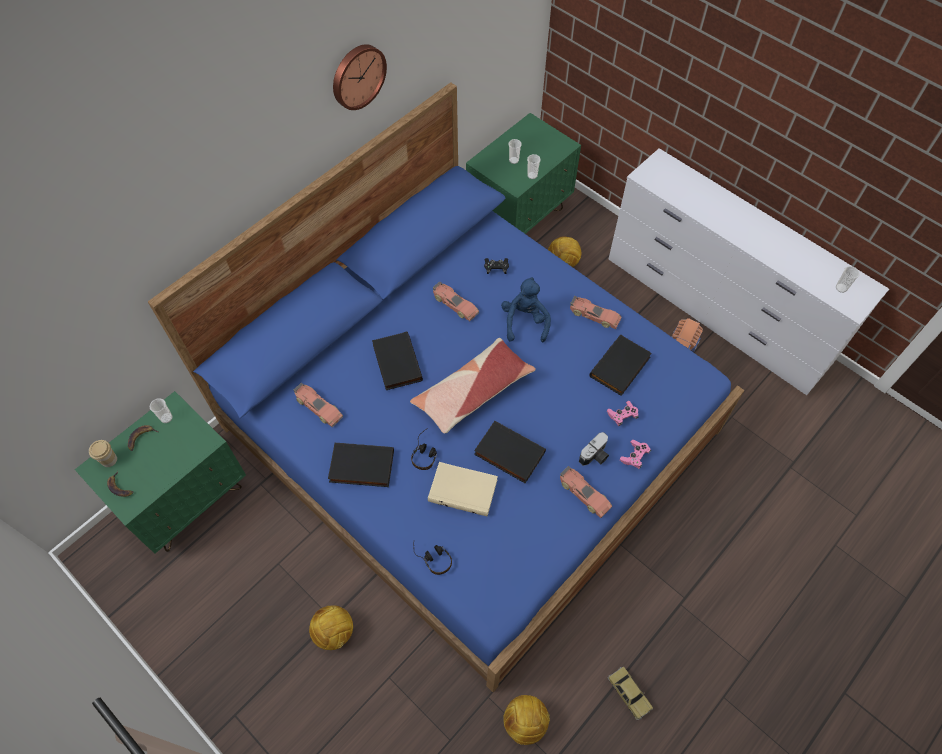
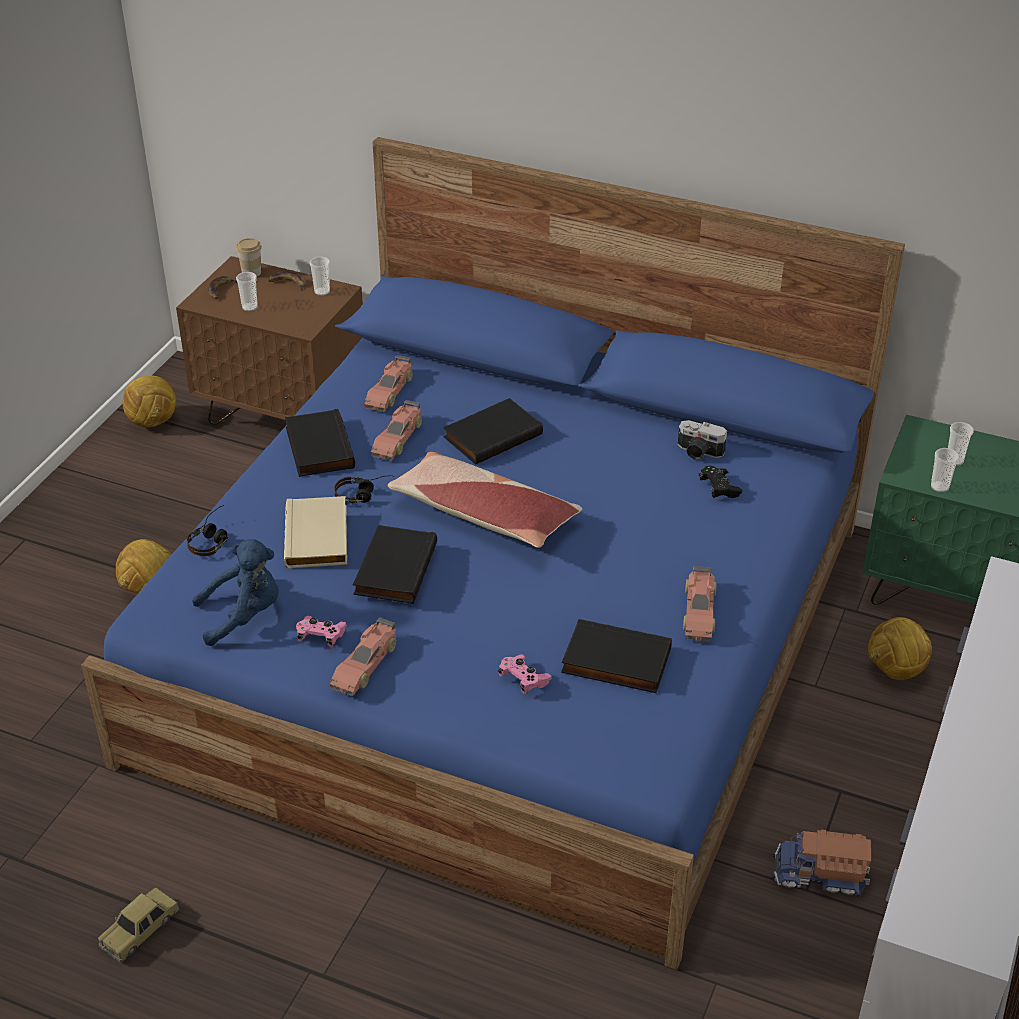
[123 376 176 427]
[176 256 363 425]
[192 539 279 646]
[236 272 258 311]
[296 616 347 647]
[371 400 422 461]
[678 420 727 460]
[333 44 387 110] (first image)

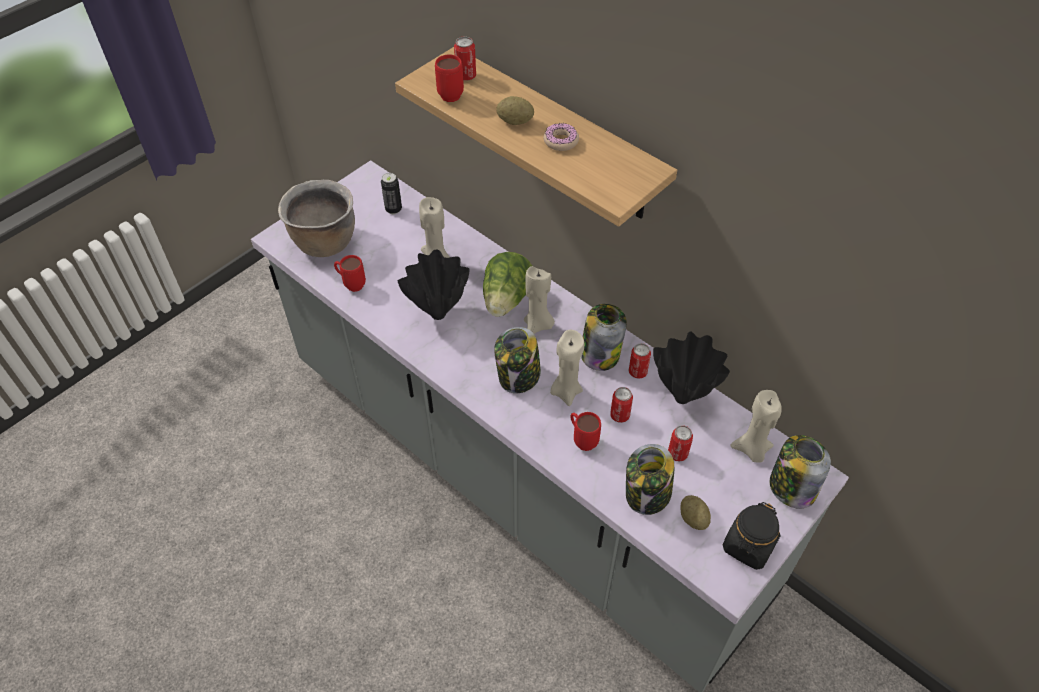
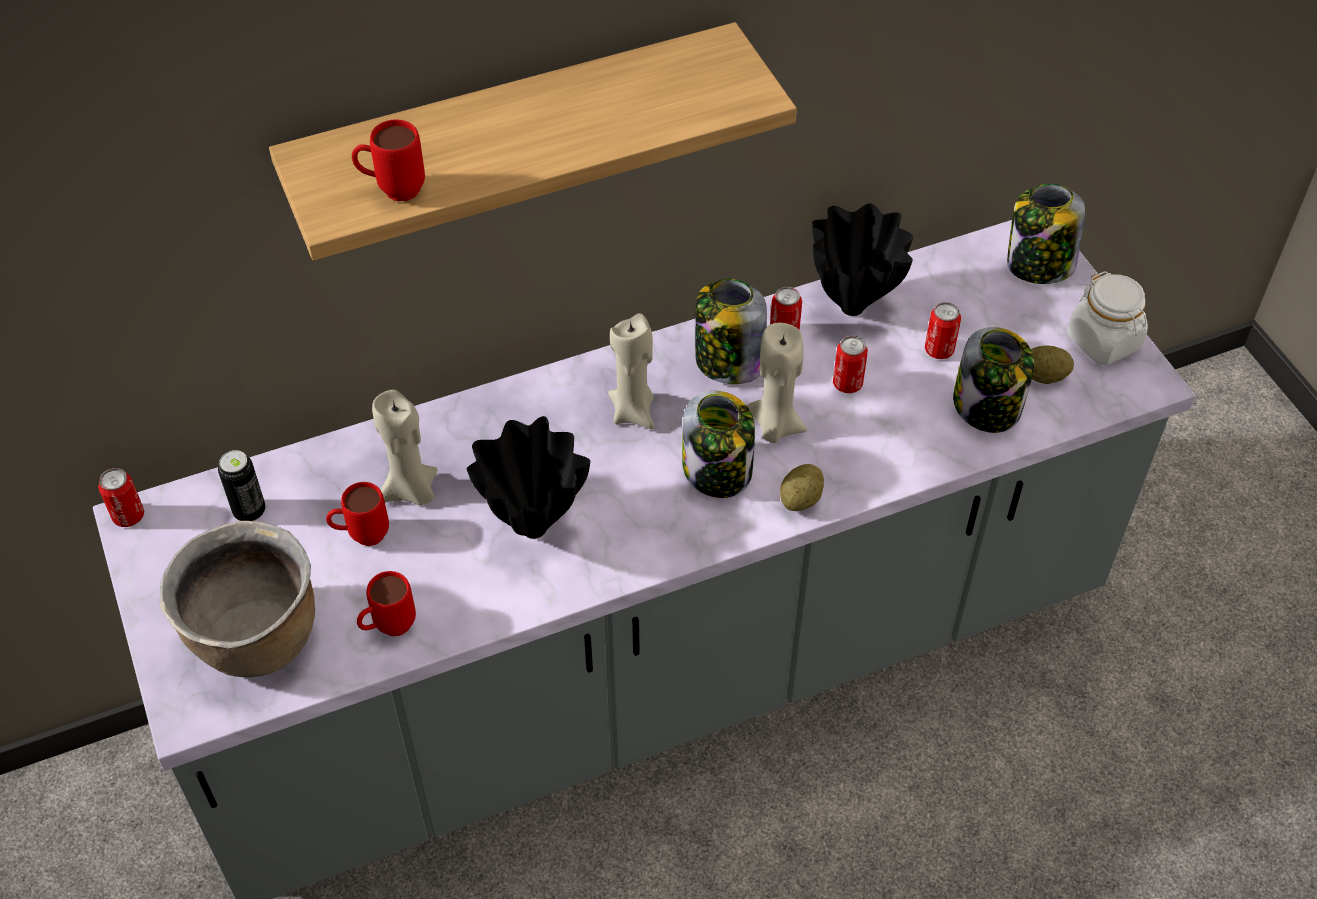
[98 468 144 527]
[326 482 389 546]
[780 464 824 511]
[1068 271 1148 365]
[483 252 532 317] (first image)
[544 123 579 151] (first image)
[730 390 782 463] (first image)

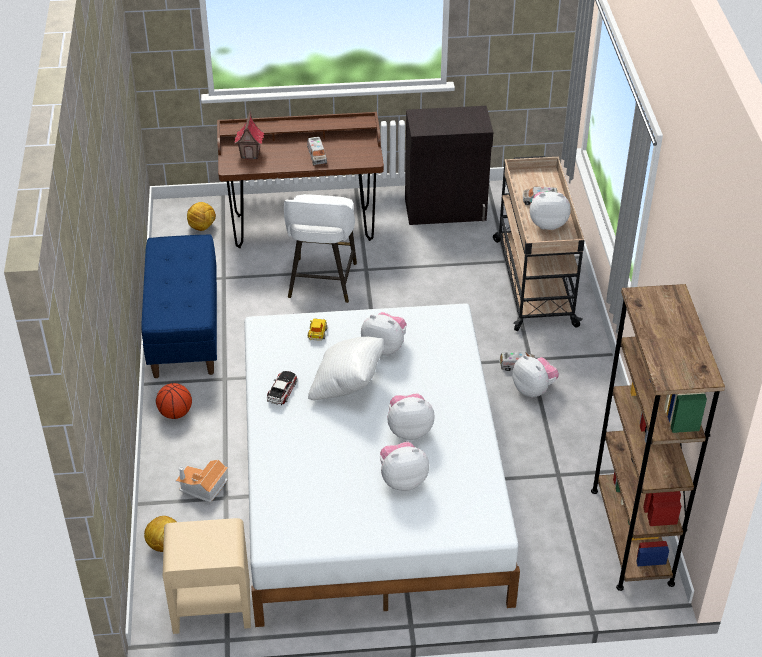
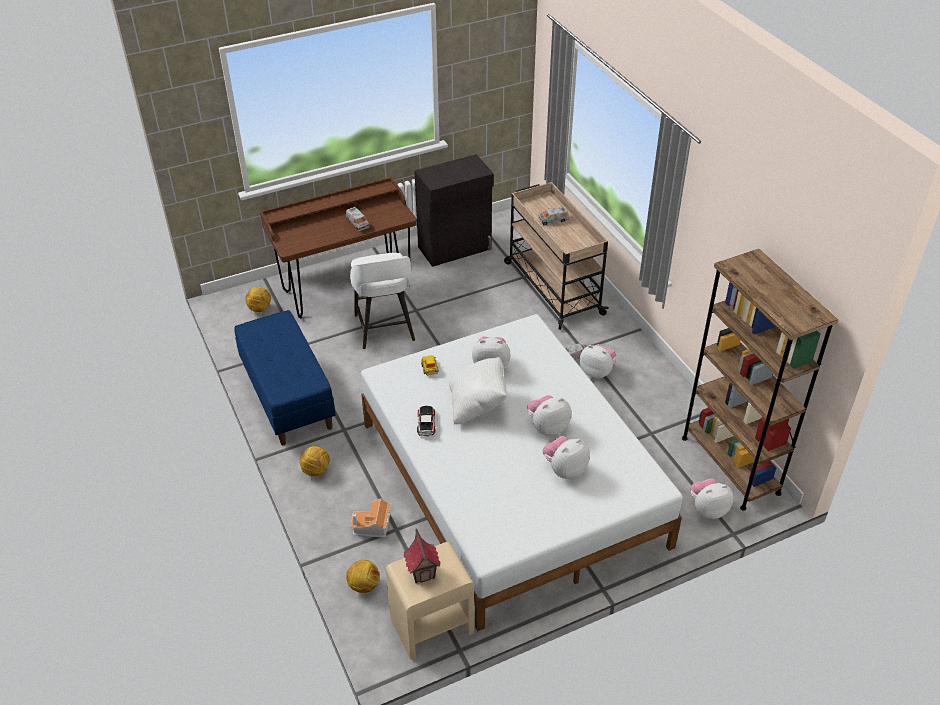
[300 446 330 476]
[403 528 441 583]
[690 478 734 519]

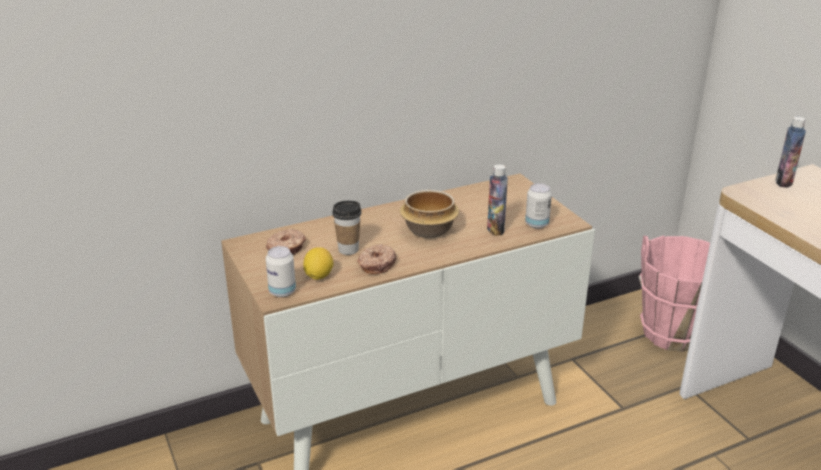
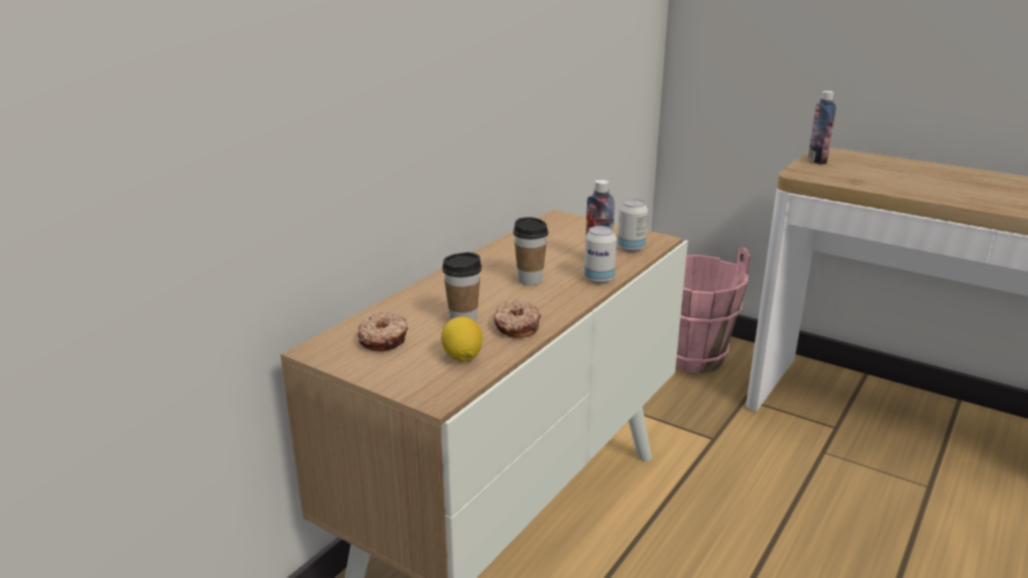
[513 217 548 285]
[584 226 617 284]

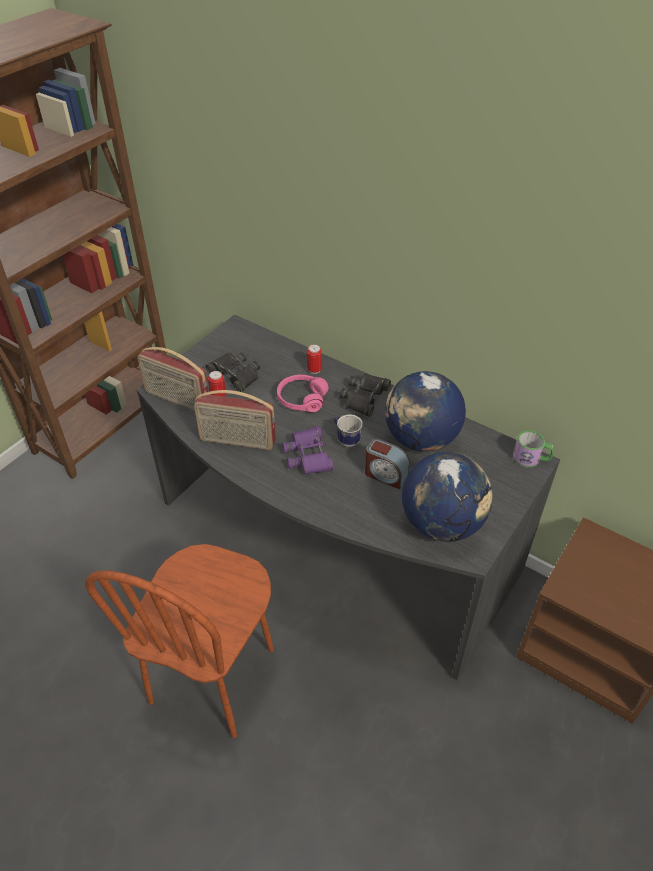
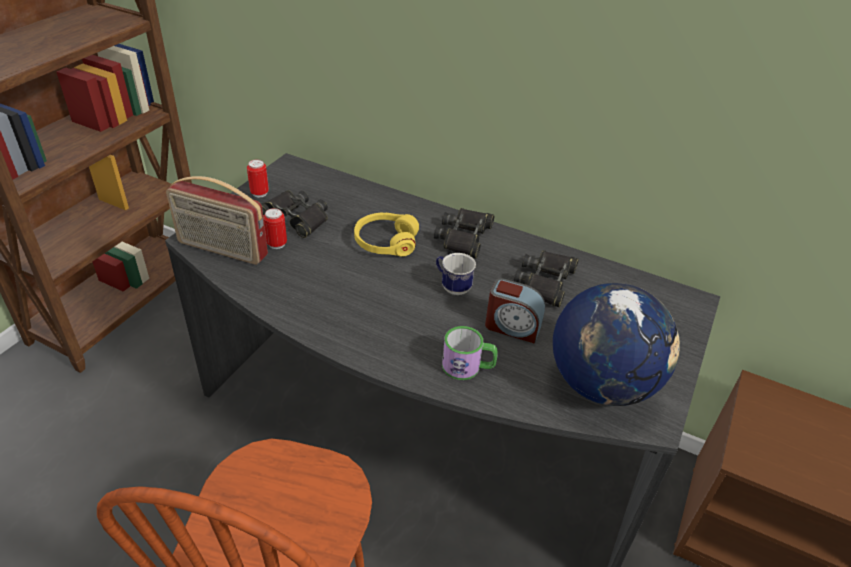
[247 159 269 197]
[354 213 419 257]
[442 326 498 380]
[514 250 579 308]
[194 390 276 450] (first image)
[282 426 334 474] (first image)

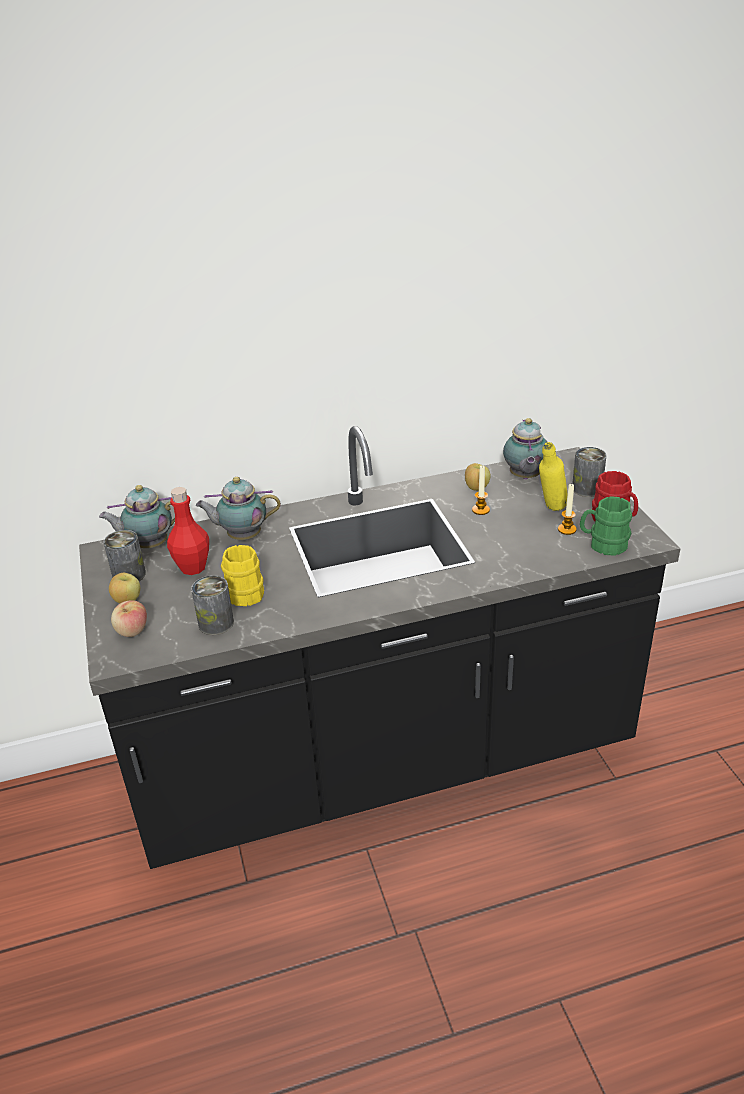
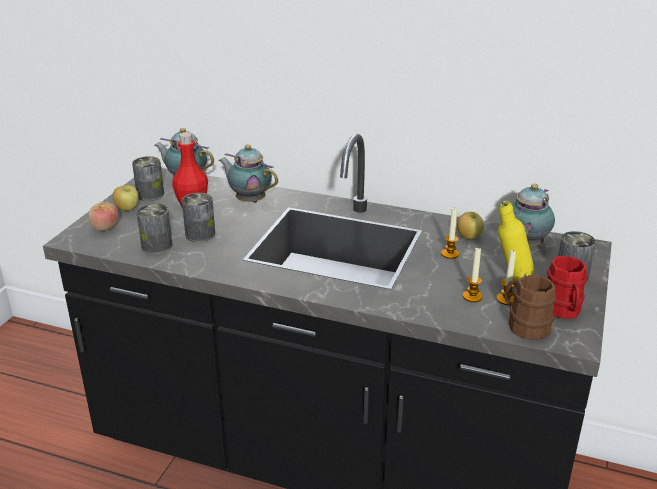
[182 193 215 242]
[463 248 483 302]
[504 275 556 340]

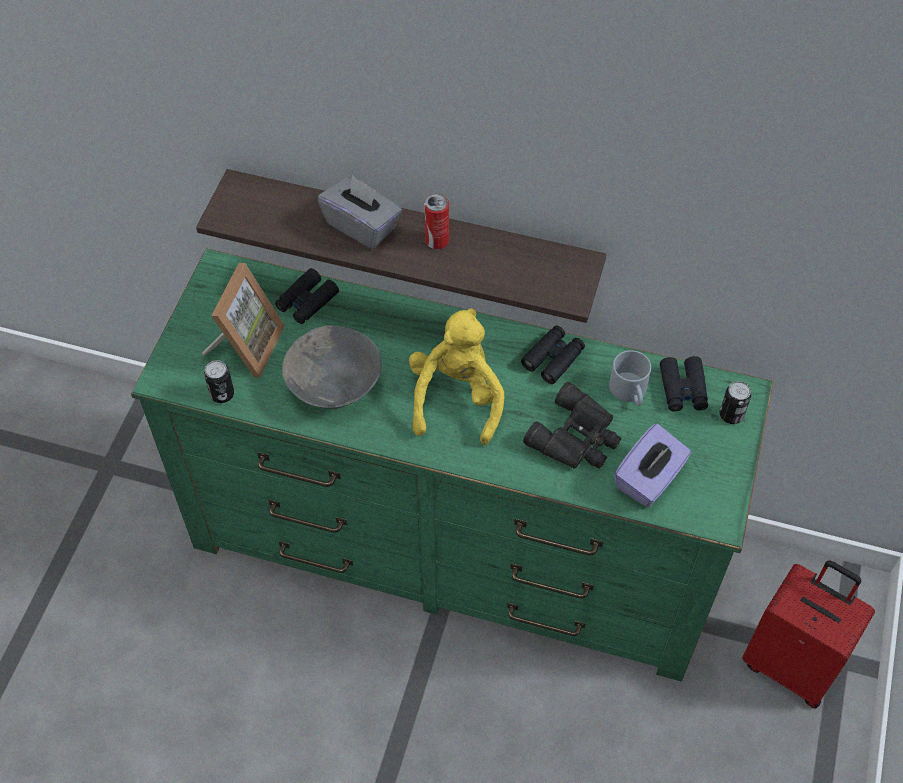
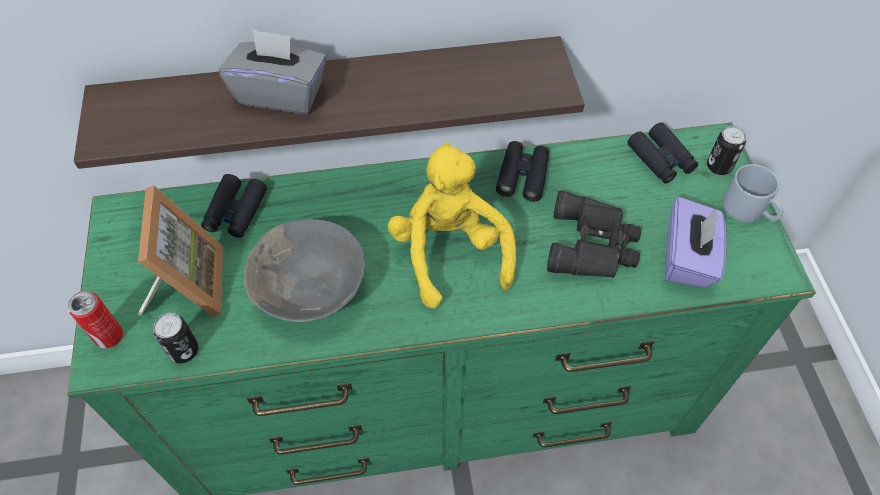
[68 291 123 348]
[722 164 783 222]
[742 560 875 708] (first image)

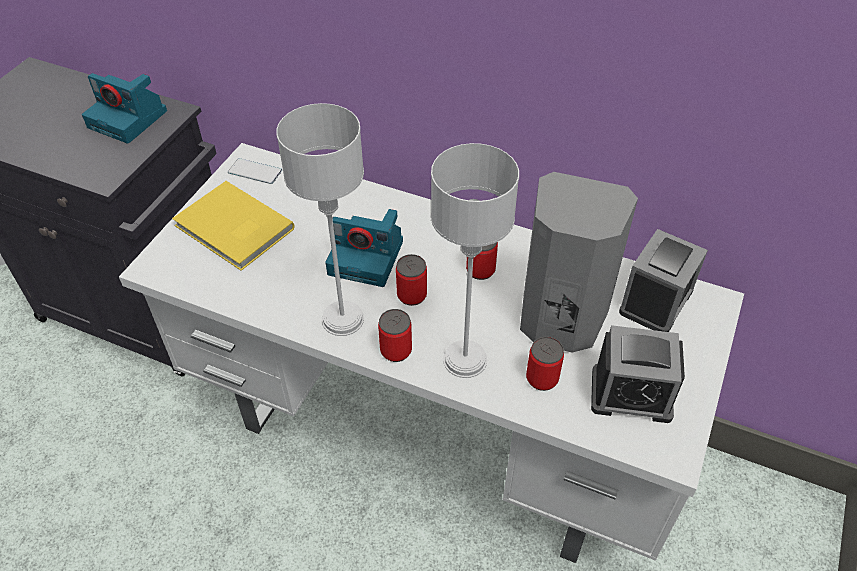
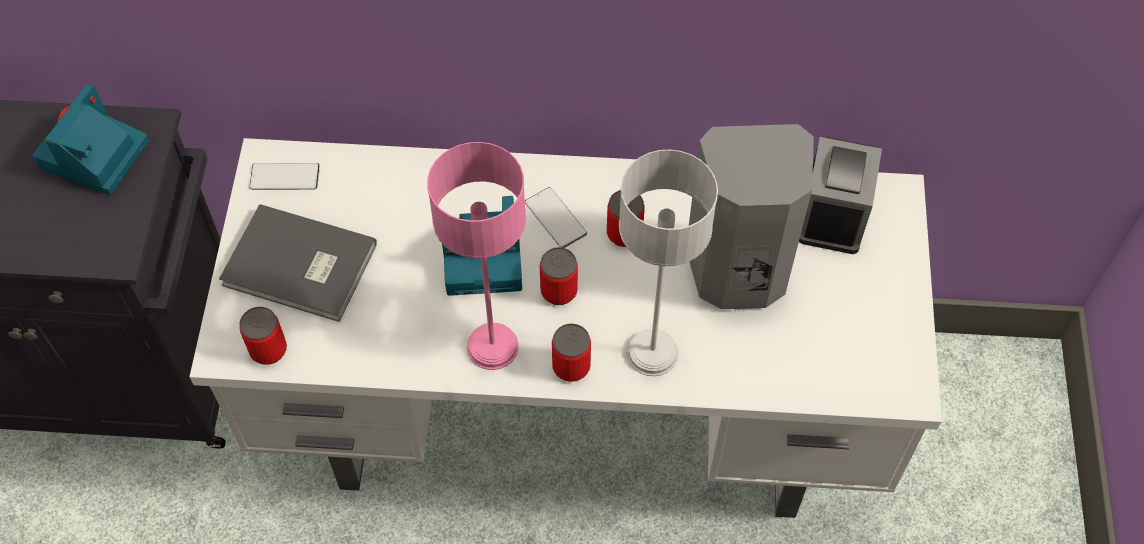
[33 84 149 195]
[219 204 377 322]
[239 307 287 365]
[427 142 526 370]
[525 187 587 248]
[591 325 685 423] (first image)

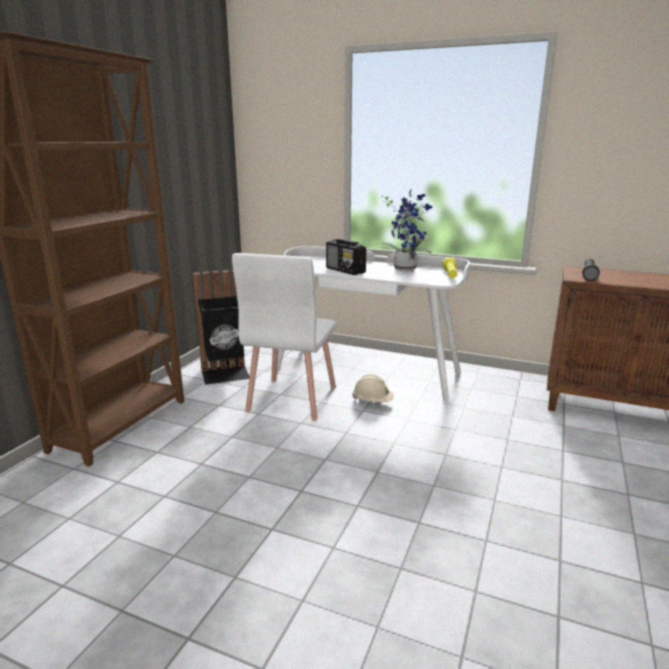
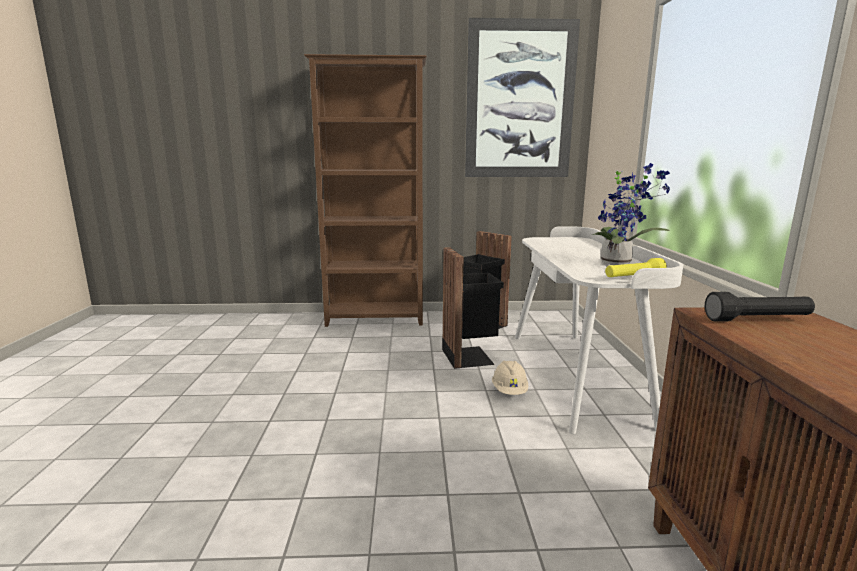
[442 247 504 369]
[465 18 580 177]
[326 239 366 275] (first image)

